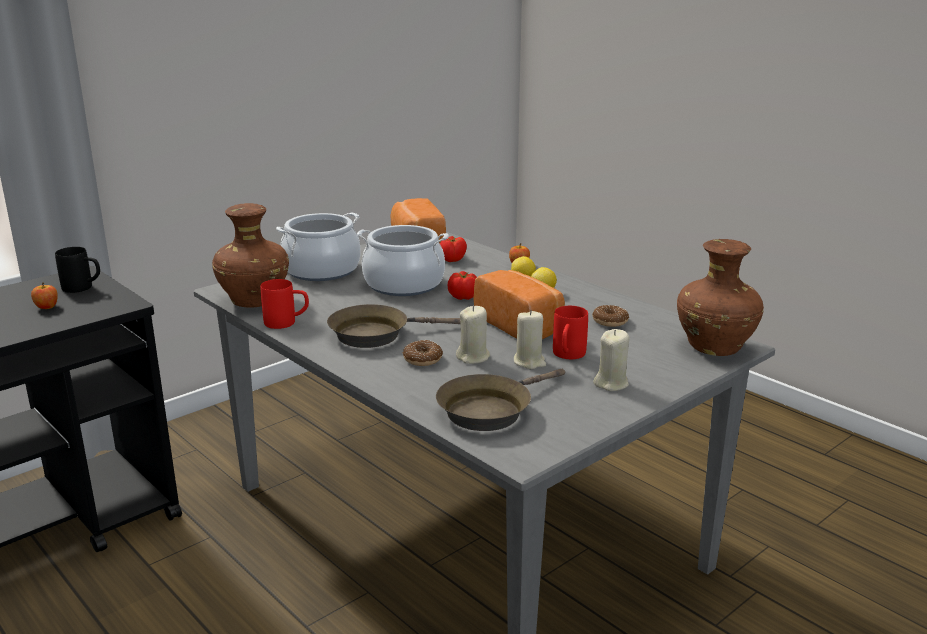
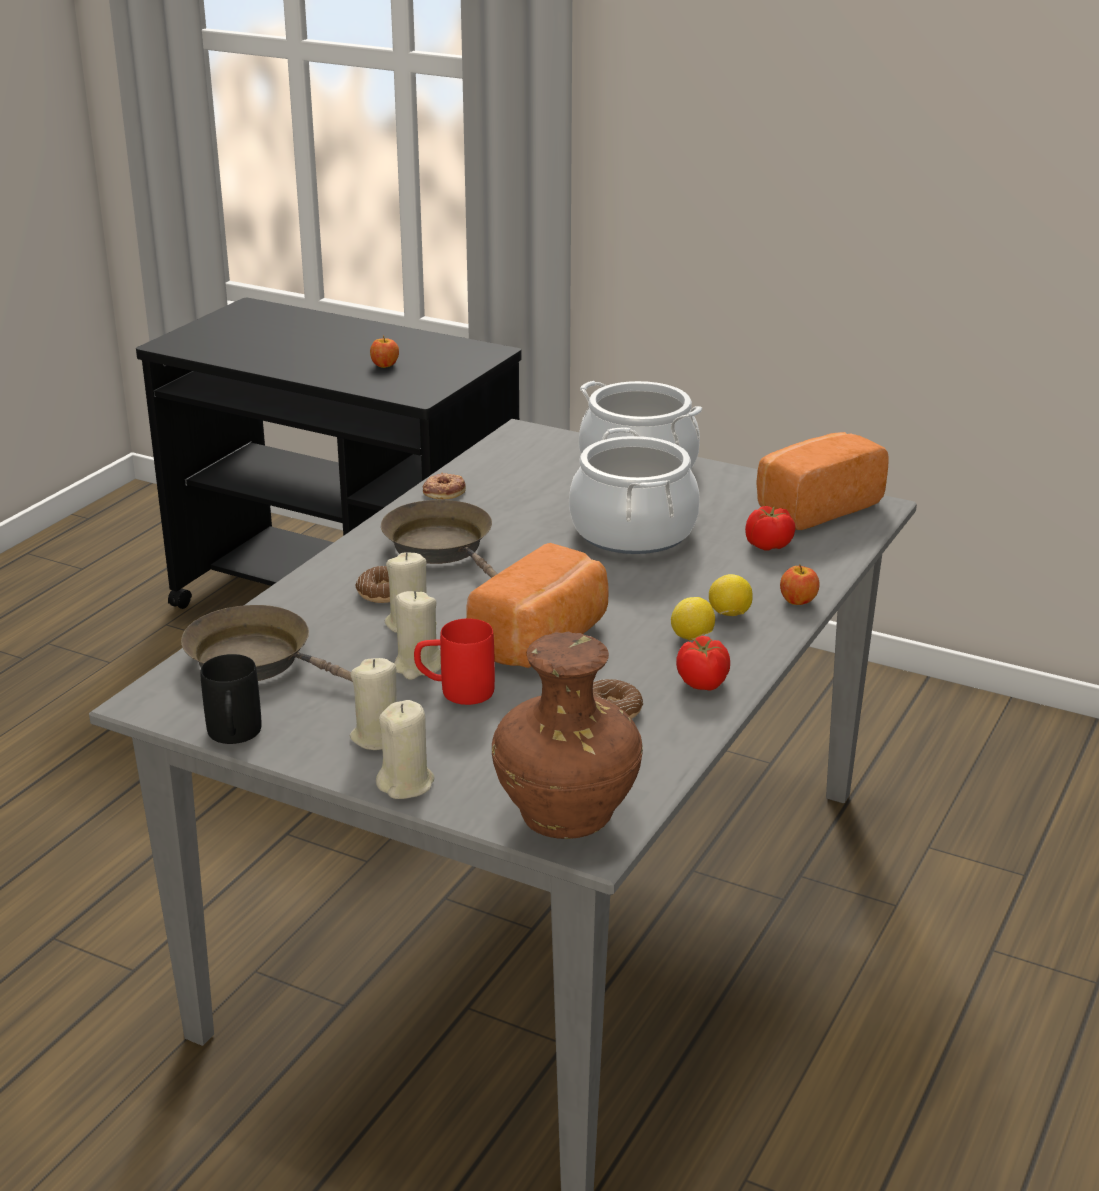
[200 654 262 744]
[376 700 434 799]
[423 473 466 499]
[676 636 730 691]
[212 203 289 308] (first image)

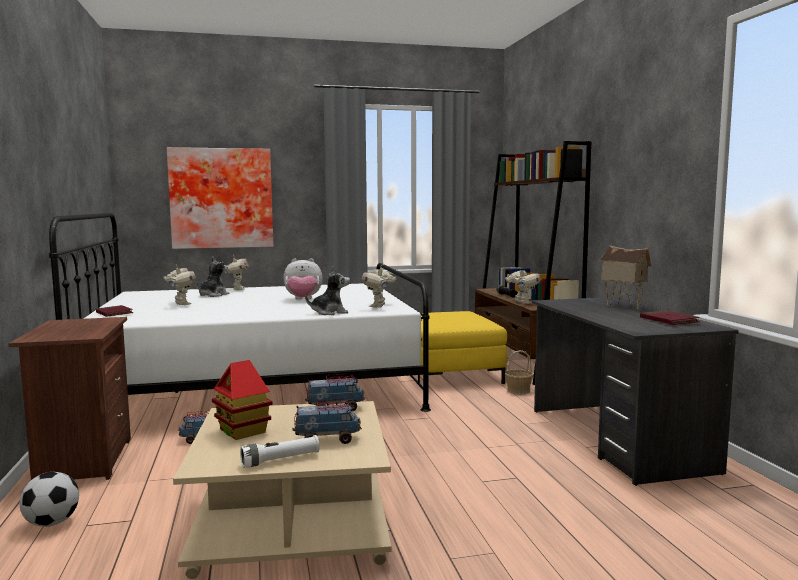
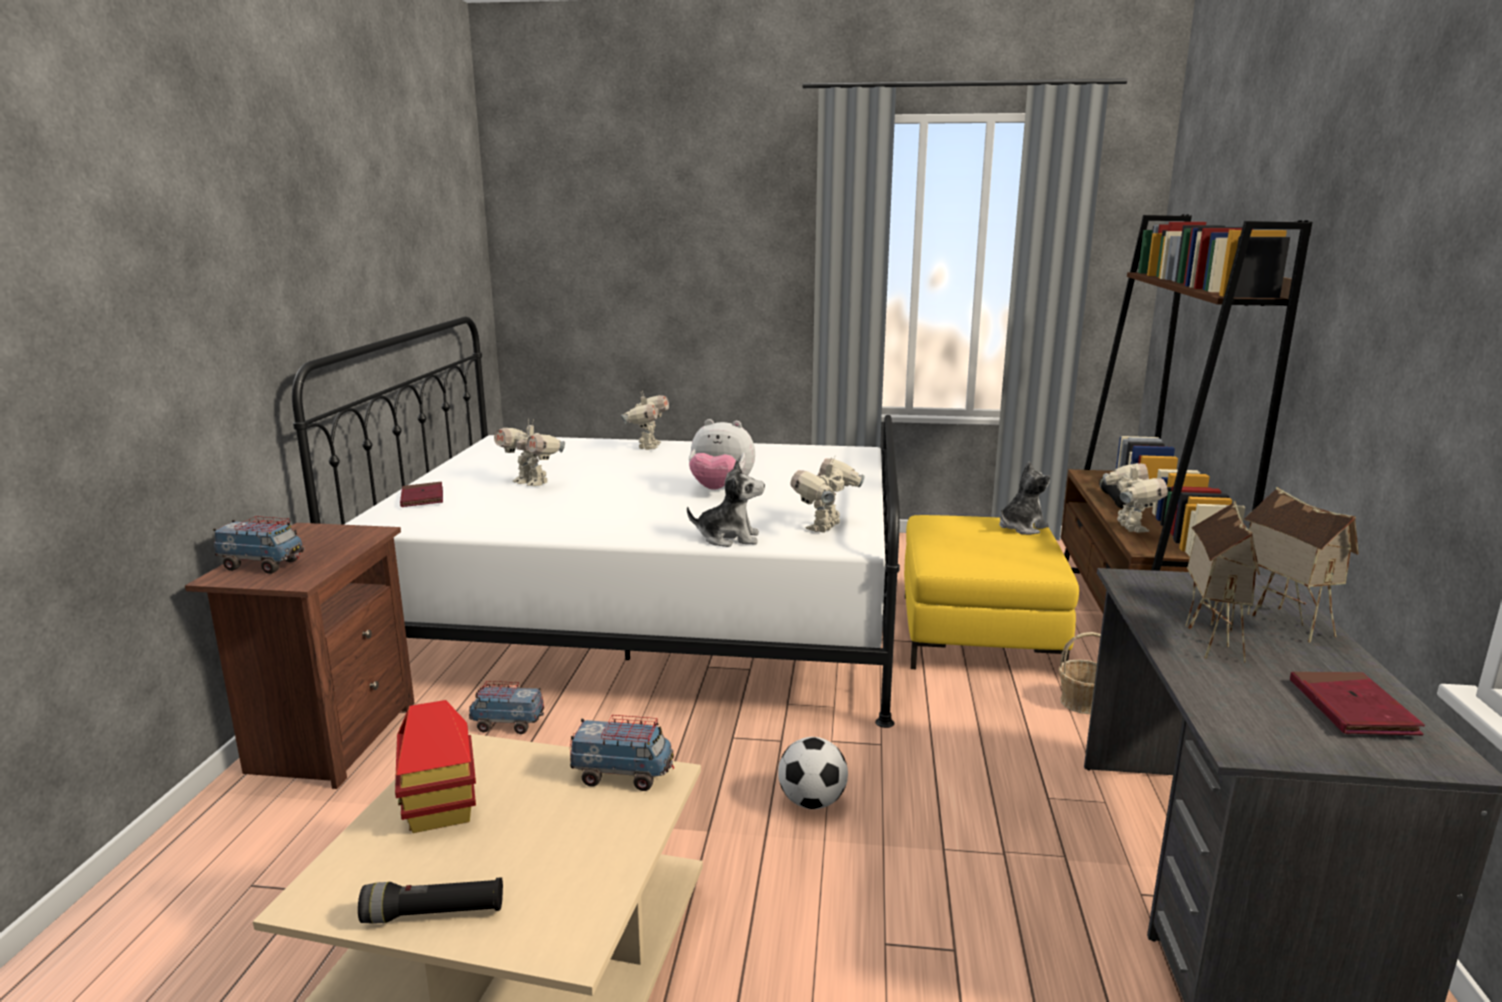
[213 516 304 574]
[358 877 503 924]
[494 418 565 486]
[778 737 848 809]
[999 461 1050 535]
[1185 501 1260 663]
[167 147 273 249] (first image)

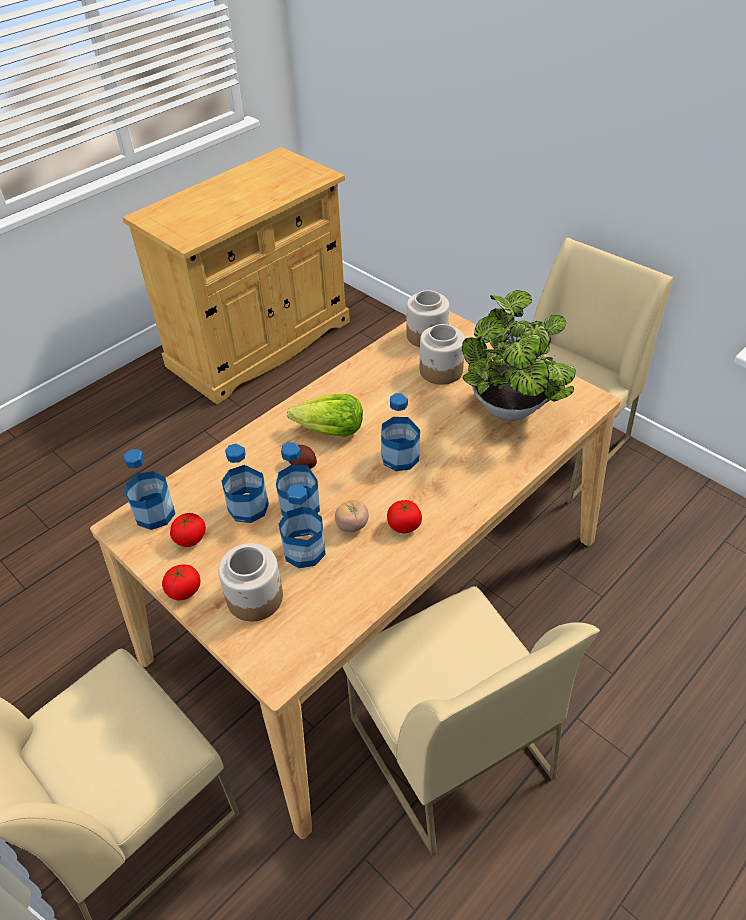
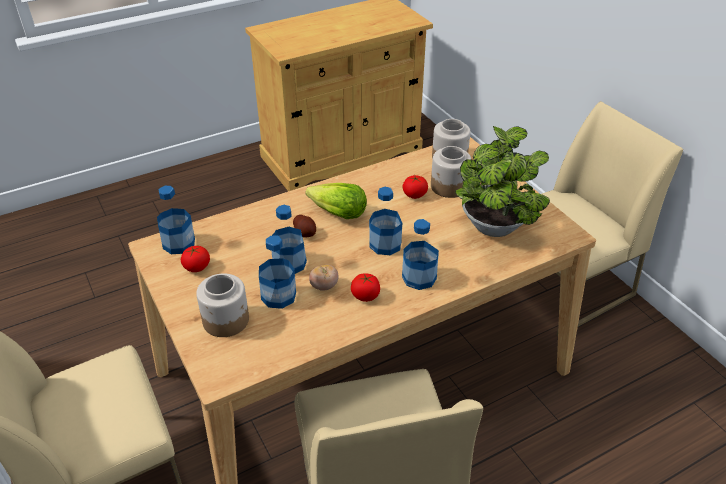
[402 219 439 290]
[403 175 428 199]

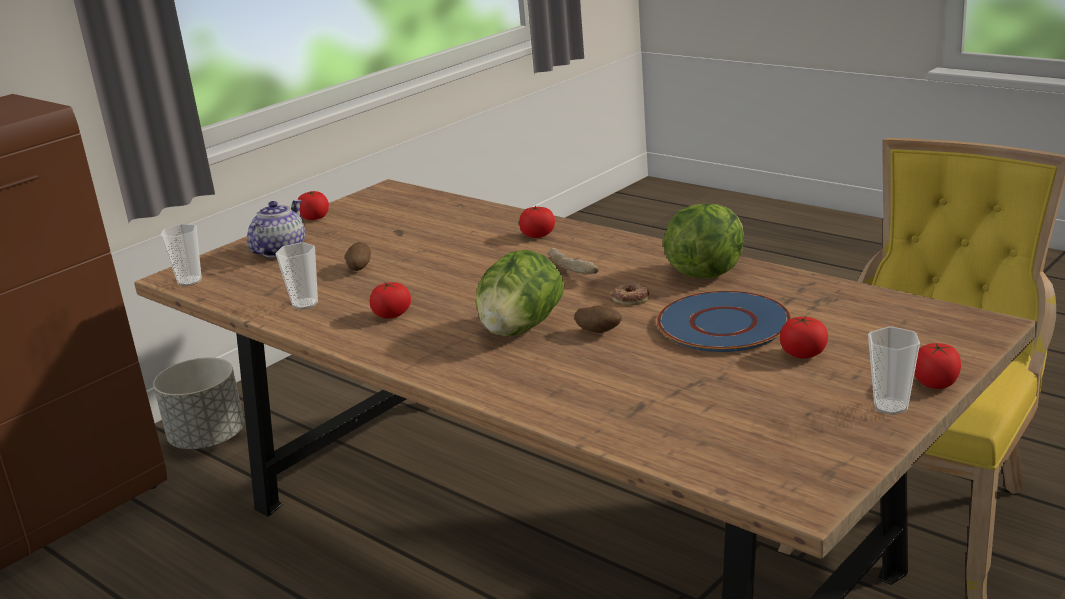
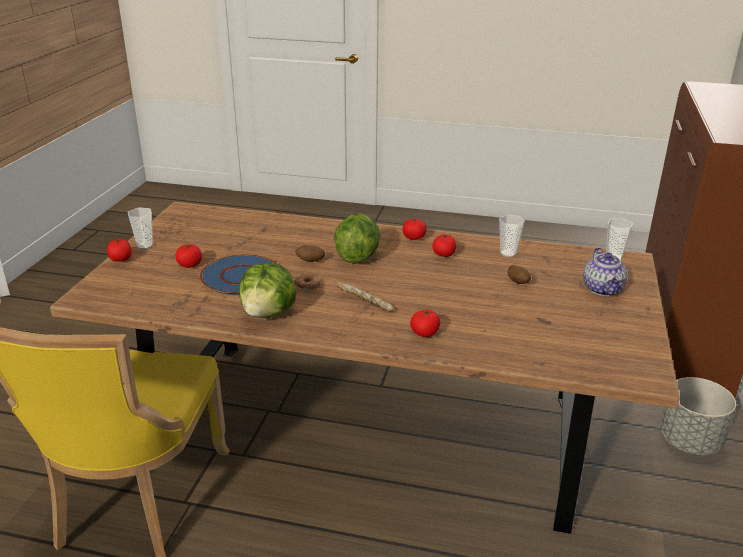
[403 218 427 240]

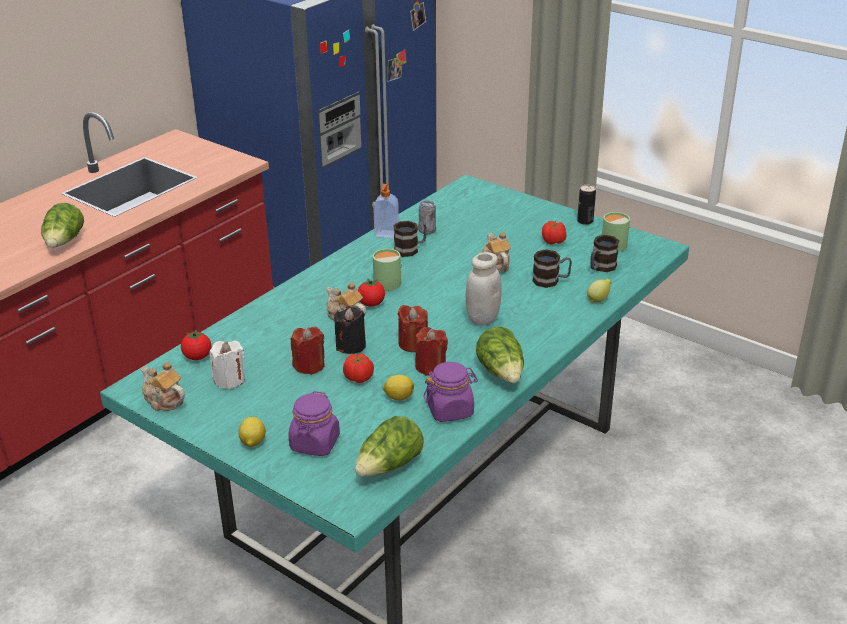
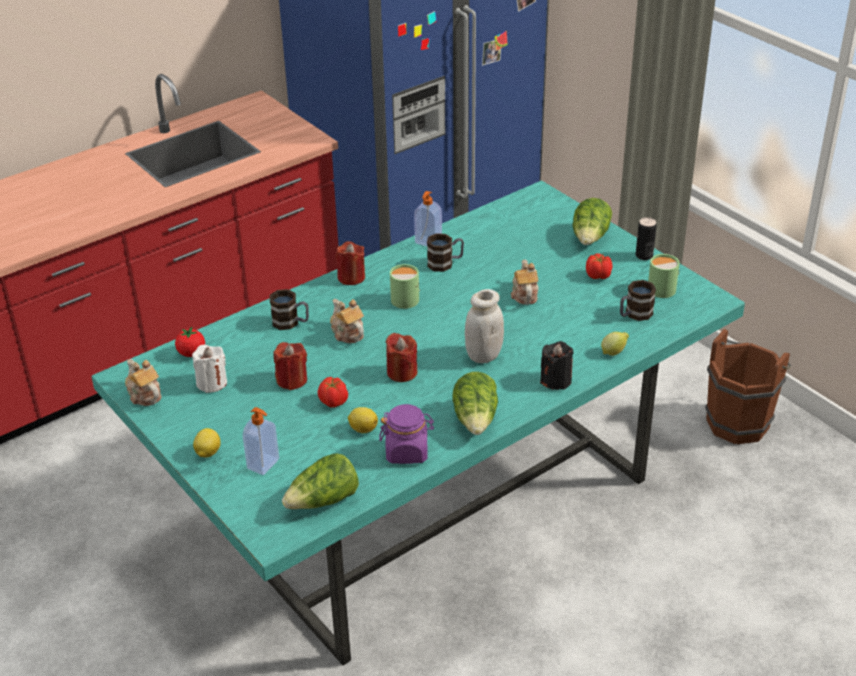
[243 407 279 475]
[270 289 309 330]
[336 241 365 285]
[540 341 574 390]
[573 198 612 245]
[705 329 791 444]
[358 278 385 307] (first image)
[419 200 436 234] (first image)

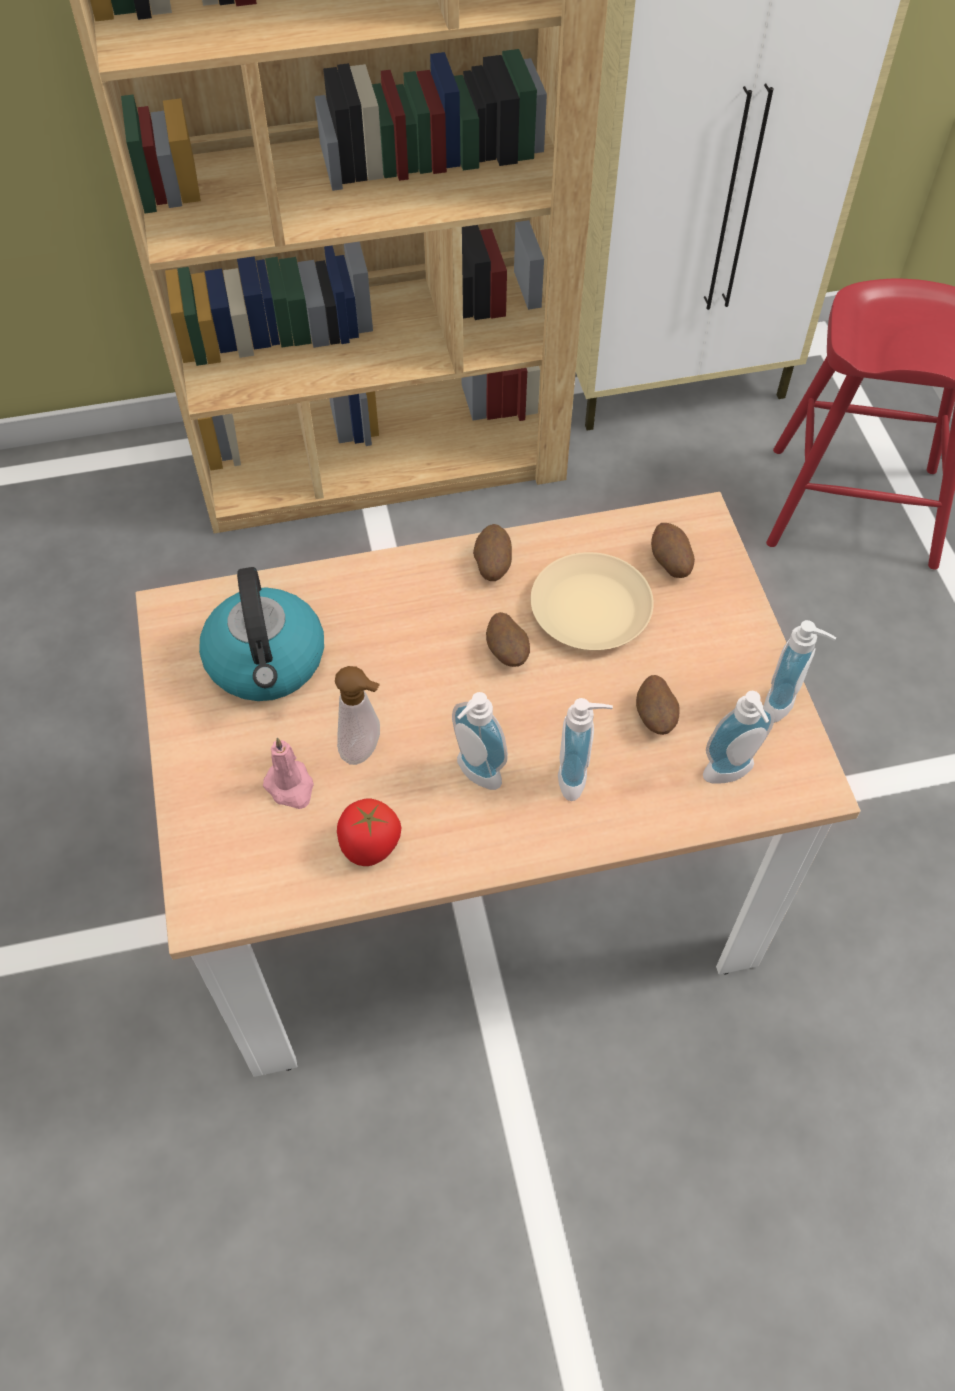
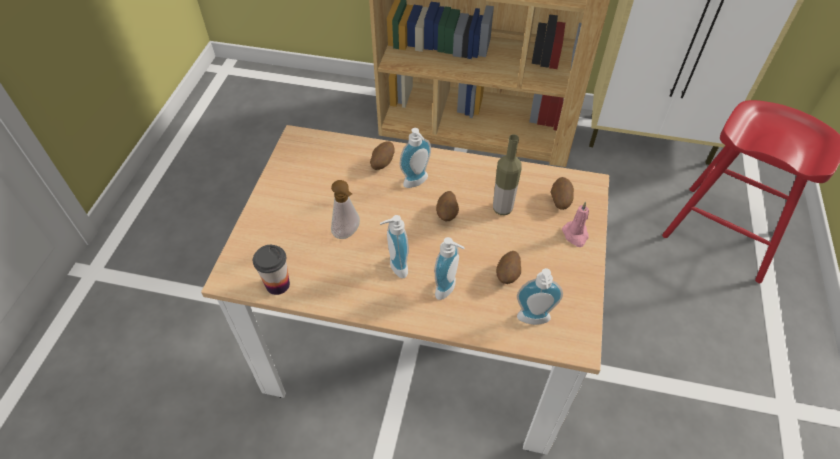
[253 245 290 295]
[370 141 395 170]
[400 128 431 188]
[493 134 522 215]
[562 202 589 247]
[199 567 324 701] (first image)
[337 799 401 866] (first image)

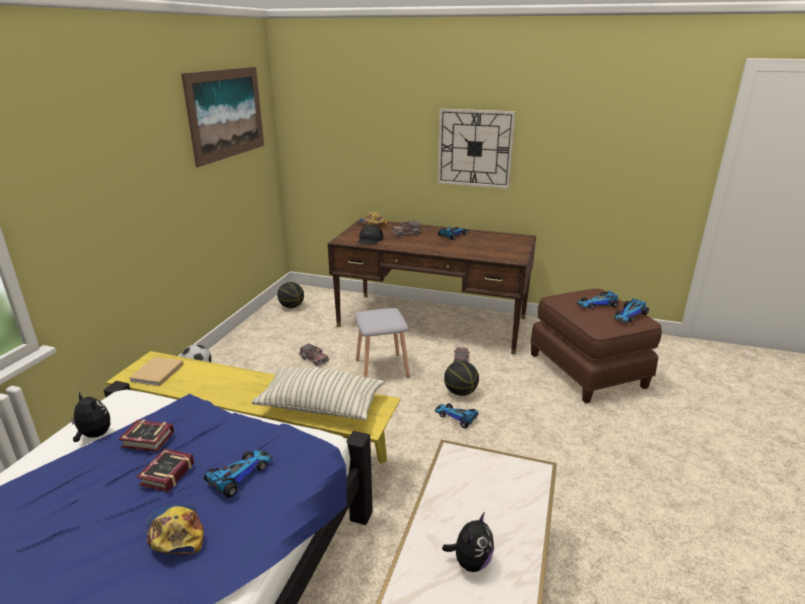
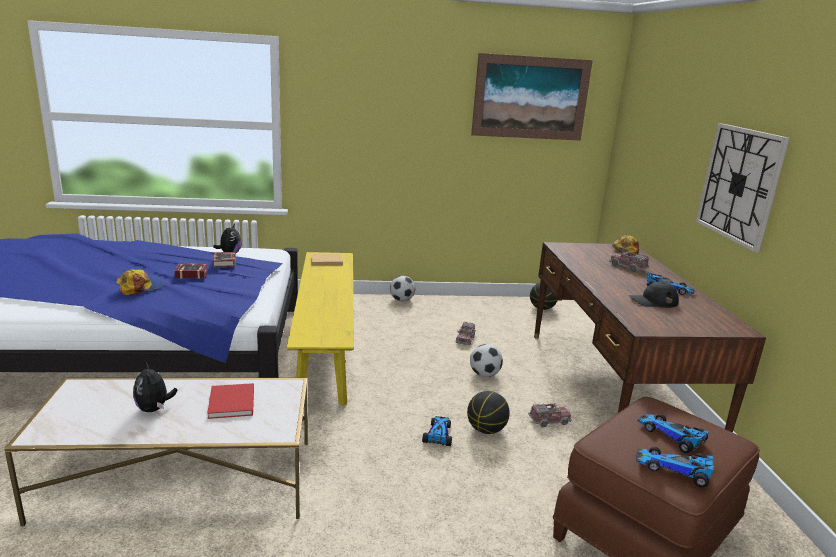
[133 362 177 412]
[207 383 254 419]
[470 344 503 377]
[629 282 679 308]
[204 449 273 498] (first image)
[251 367 384 420] (first image)

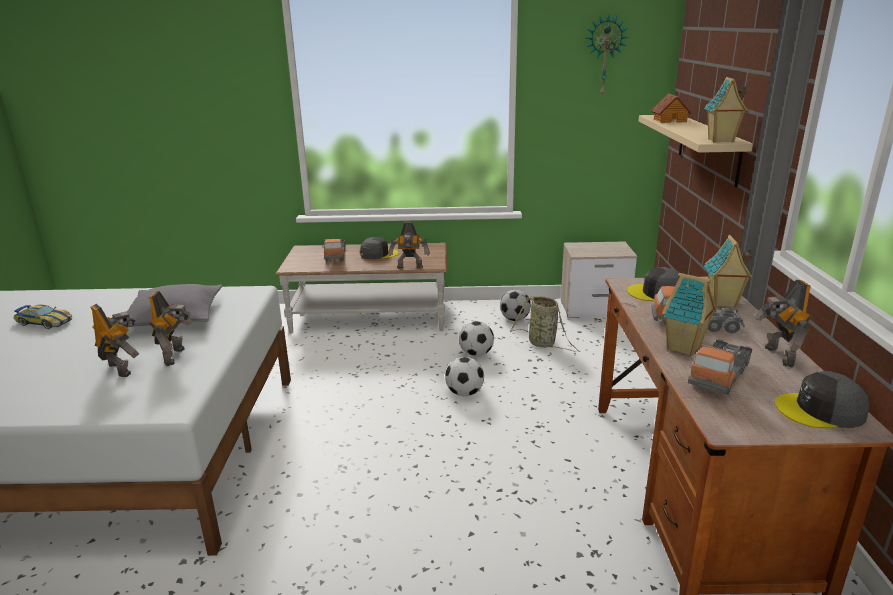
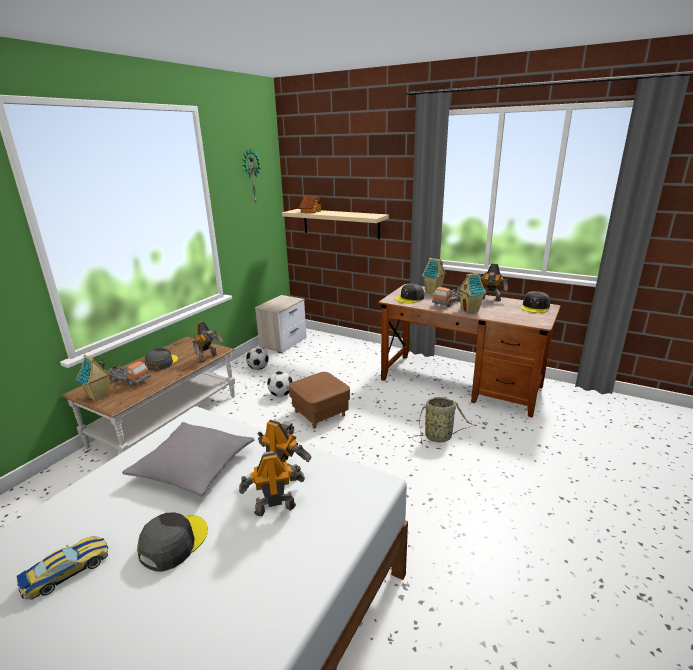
[76 355 112 402]
[137 512 208 572]
[289 372 350 429]
[413 397 477 444]
[688 339 752 395] (first image)

